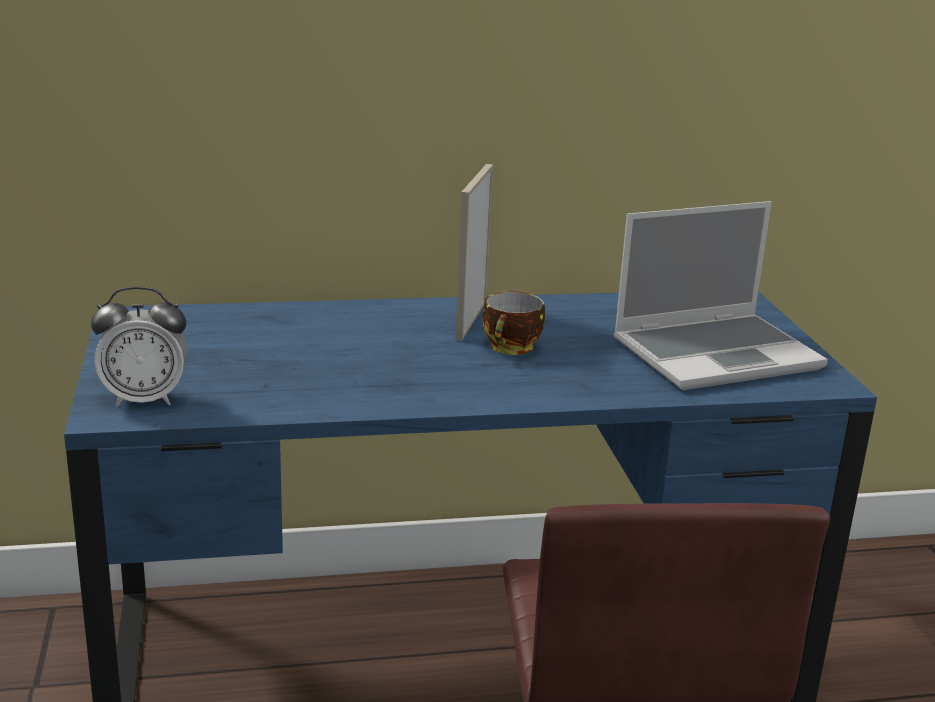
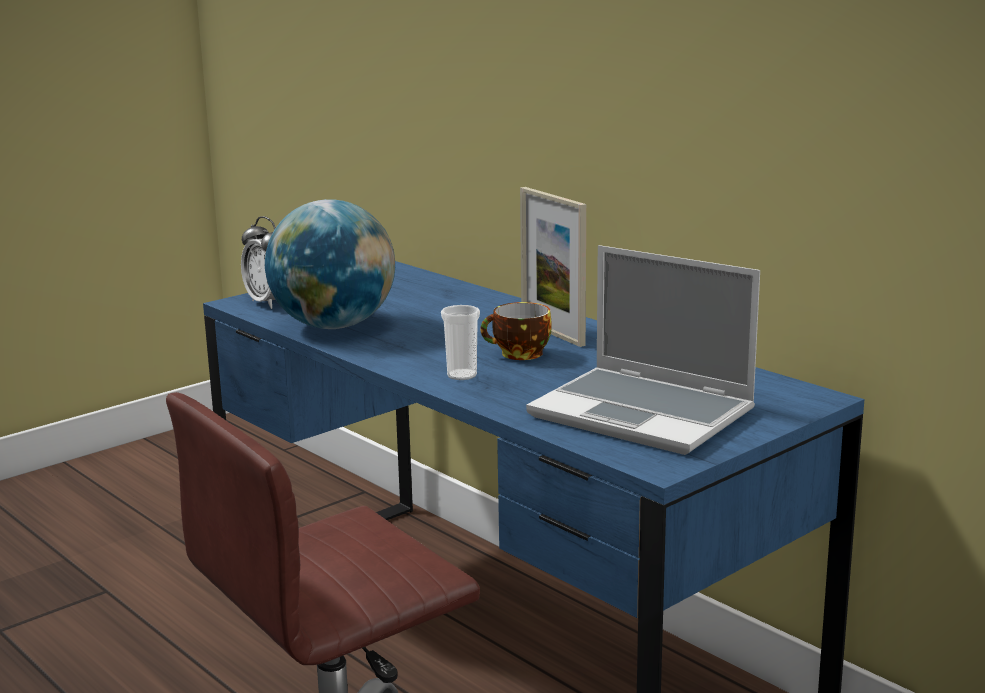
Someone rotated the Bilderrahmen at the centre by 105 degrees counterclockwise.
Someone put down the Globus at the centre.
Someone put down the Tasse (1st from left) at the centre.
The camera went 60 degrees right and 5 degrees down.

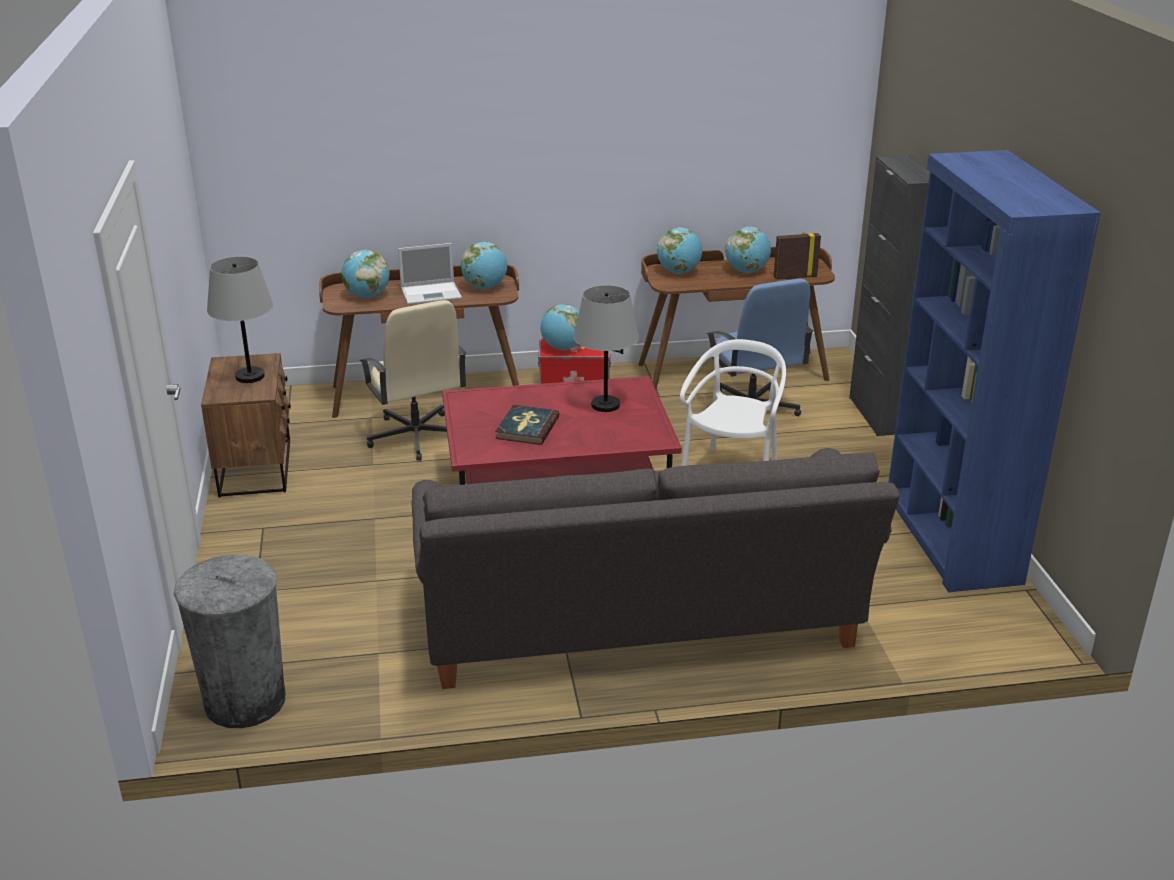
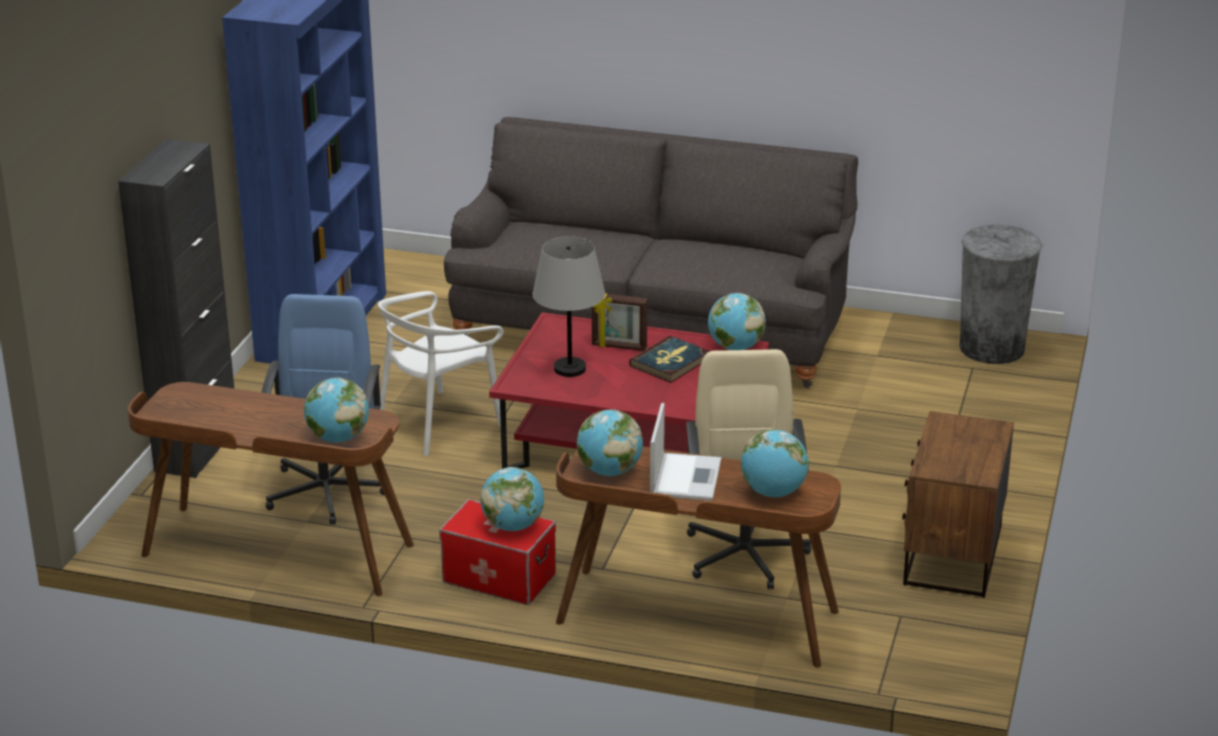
Someone took away the Tischlampe/grau (1st from left) at the middle left.
Someone rotated the Laptop at the top centre by 90 degrees clockwise.
Someone carried the Globus (5th from left in the first image) from the top centre to the centre.
Someone carried the Bilderrahmen from the top right to the centre.
The camera went 155 degrees left and 0 degrees up.

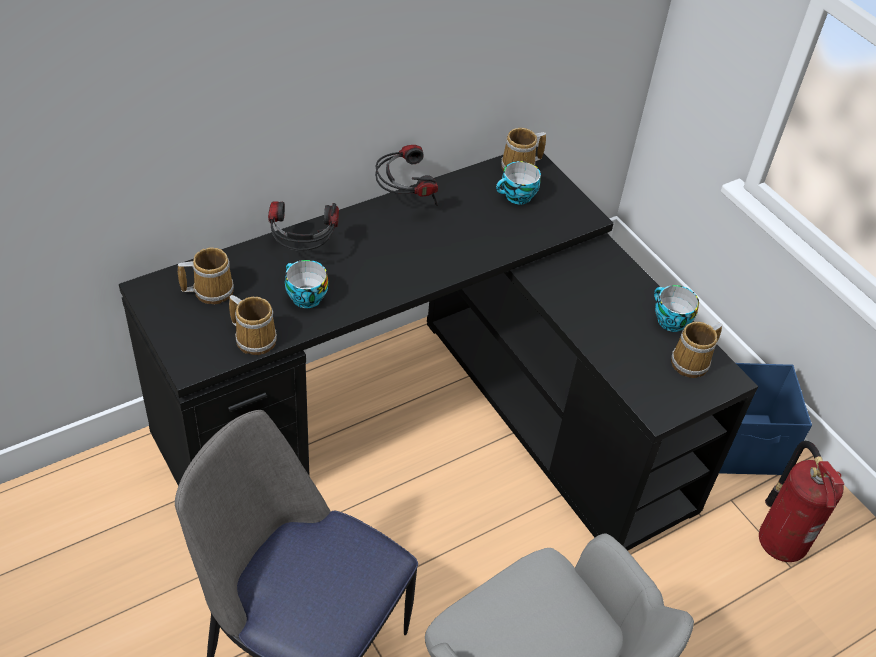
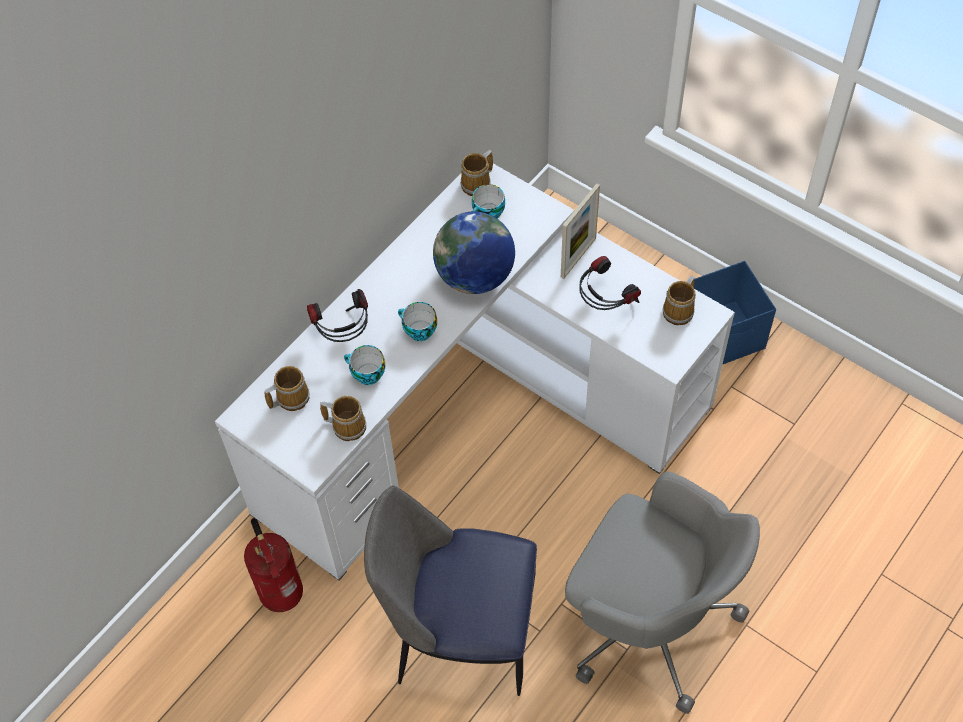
Someone repainted the Schreibtisch/schwarz at the centre, which became the Schreibtisch/weiß at the centre.
Someone carried the Kopfhörer (2nd from left) from the top centre to the centre.
Someone carried the Tasse (3rd from left in the first image) from the middle right to the centre.
Someone carried the Feuerlöscher from the bottom right to the bottom left.
Someone put down the Globus at the centre.
Someone put down the Bilderrahmen at the top centre.
The camera went 15 degrees left and 10 degrees up.

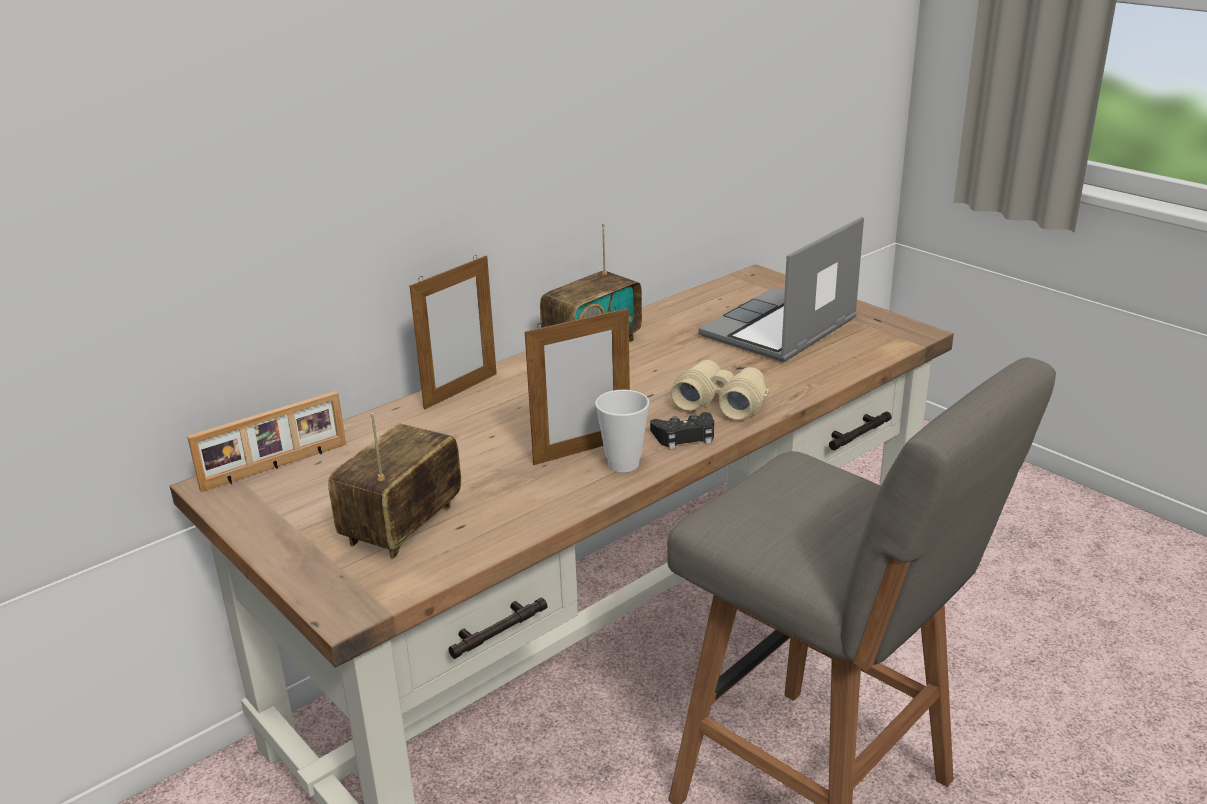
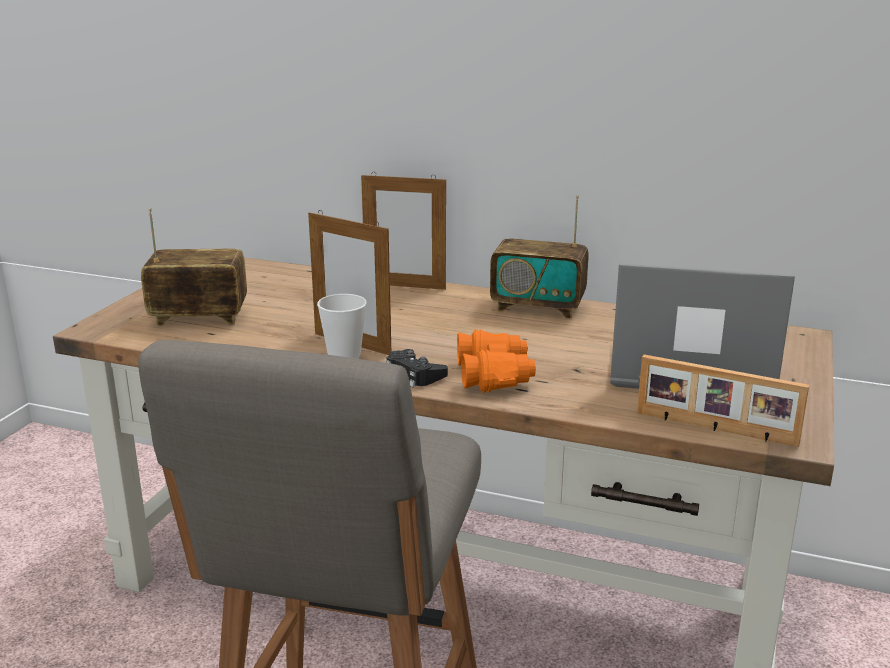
Someone carried the Bilderrahmen (1st from left in the first image) from the middle left to the middle right.
Someone repainted the Fernglas/beige at the centre, which became the Fernglas/orange at the centre.
The camera went 60 degrees right and 5 degrees down.

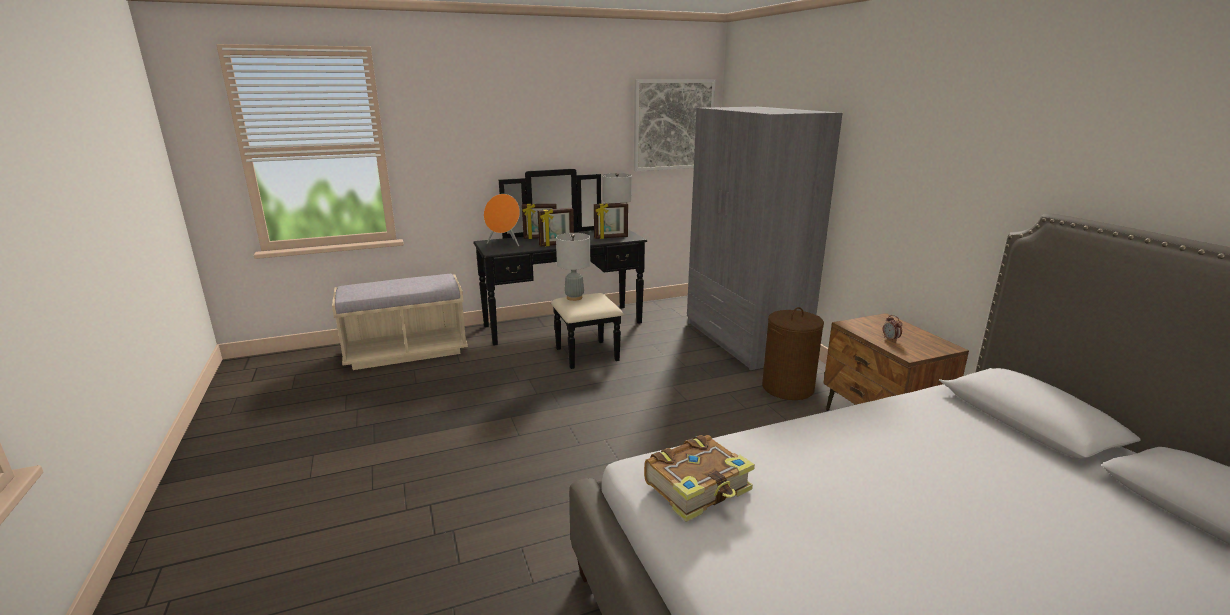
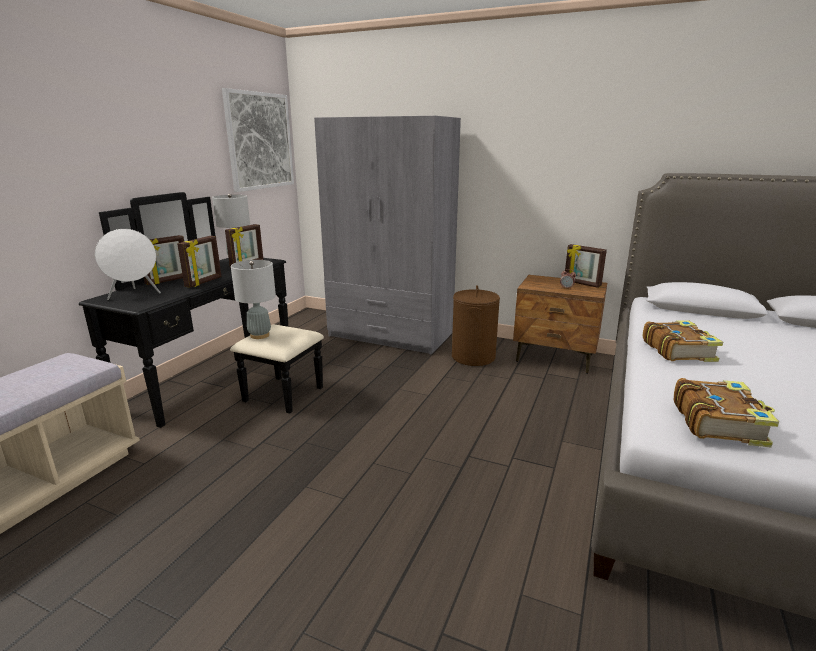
Someone repainted the Lautsprecher/orange at the centre, which became the Lautsprecher/weiß at the middle left.
Someone put down the Bilderrahmen (4th from left) at the middle right.
Someone put down the Buch (1st from left) at the middle right.
The camera went 45 degrees left and 0 degrees up.

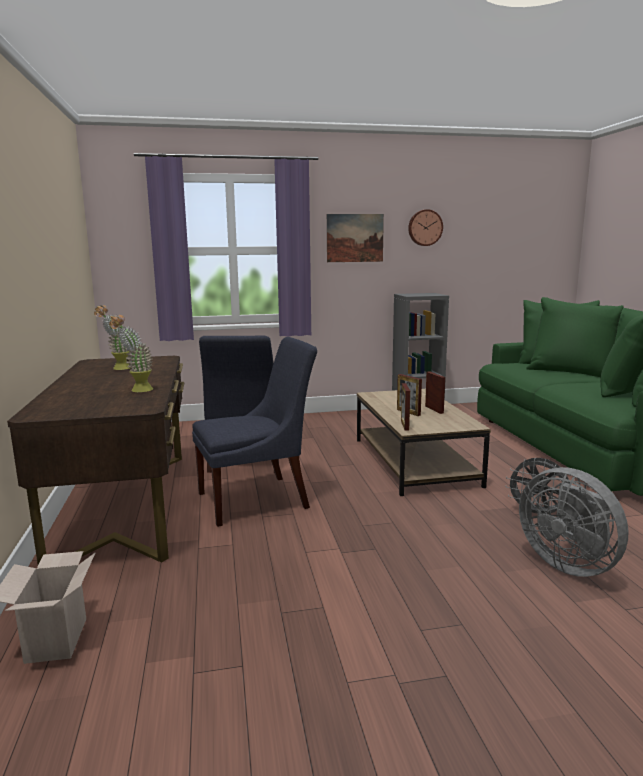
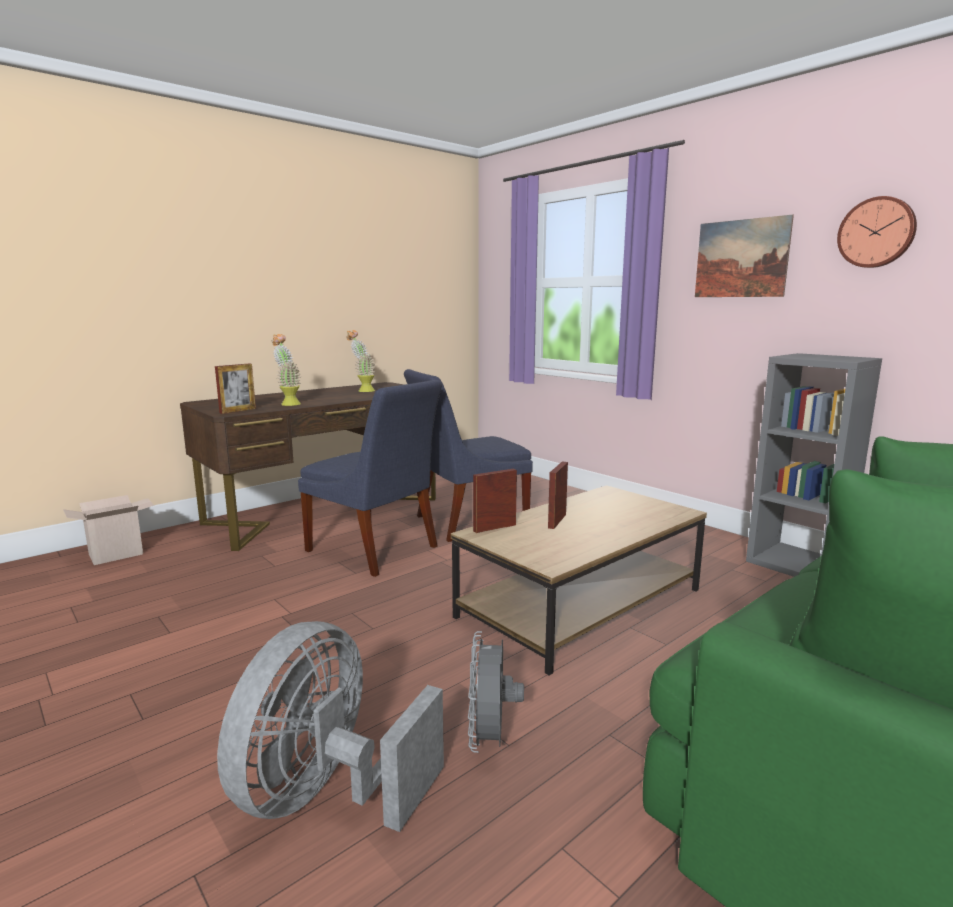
Someone carried the Bilderrahmen (3rd from left in the first image) from the middle right to the middle left.
The camera went 60 degrees right and 0 degrees up.

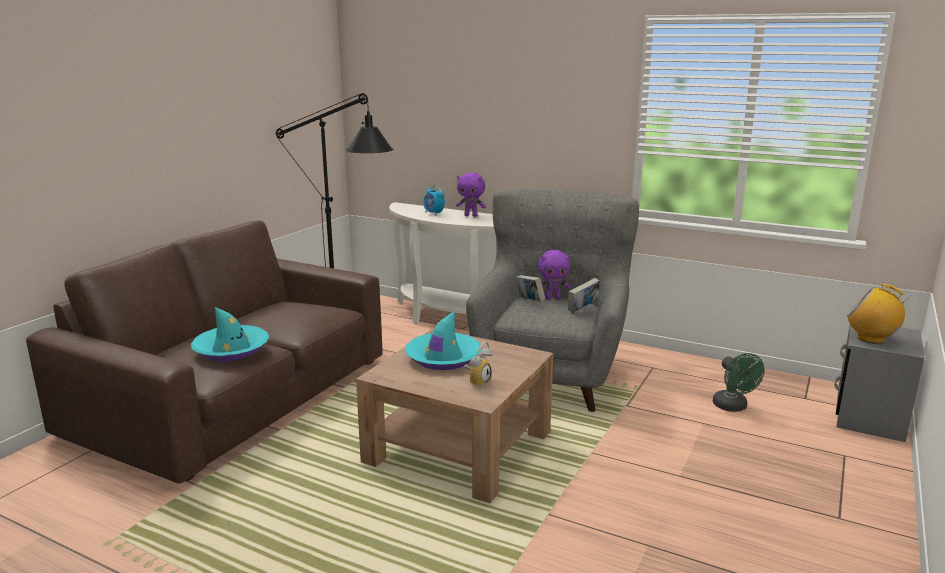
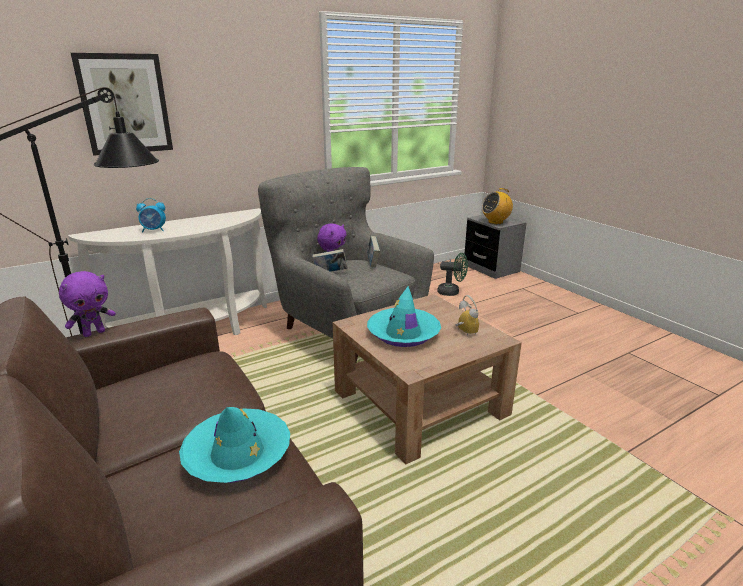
Someone carried the Plüschtier/lila (1st from left) from the centre to the middle left.
Someone put up the Bild at the top left.
The camera went 60 degrees left and 5 degrees up.

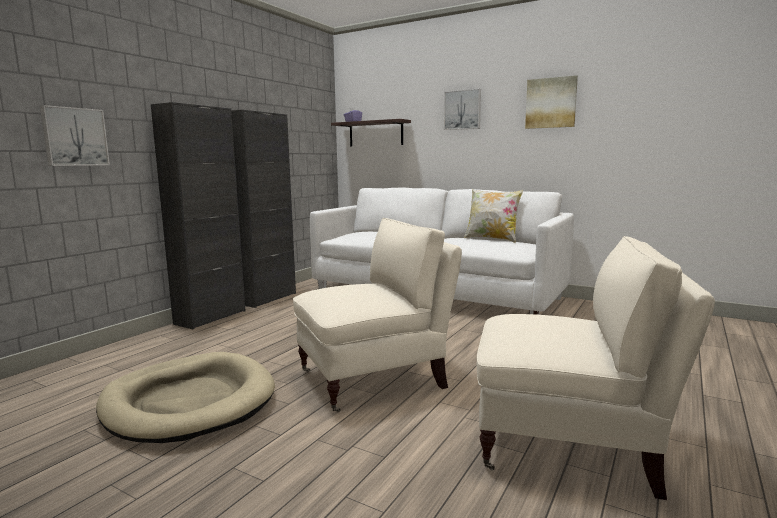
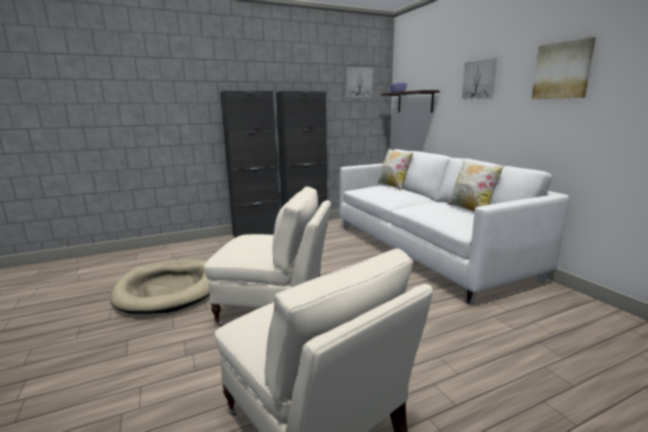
Someone carried the Bild (1st from left) from the top left to the top centre.
Someone put down the Kissen (1st from left) at the centre.
The camera went 35 degrees right and 5 degrees up.

